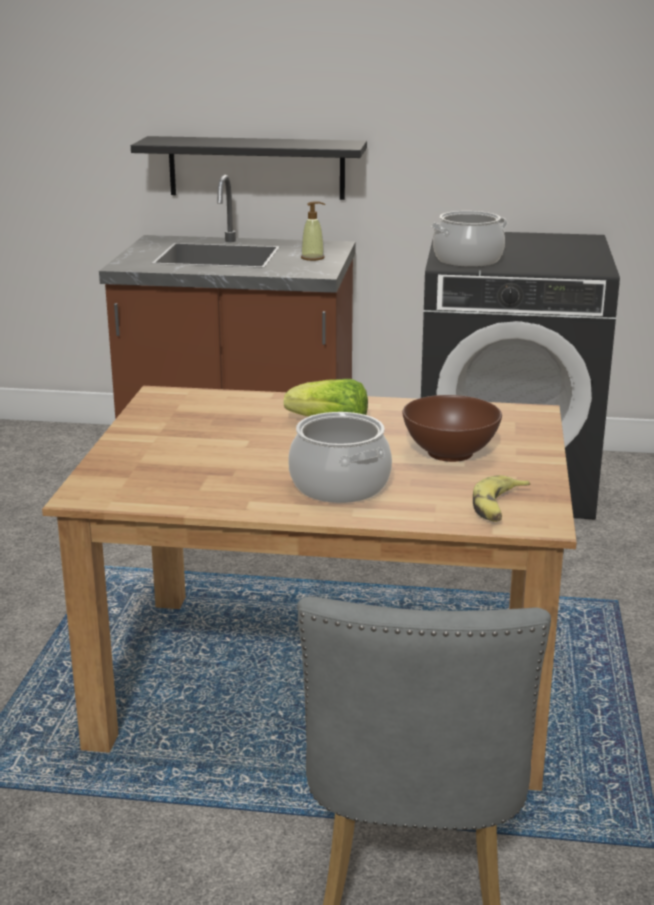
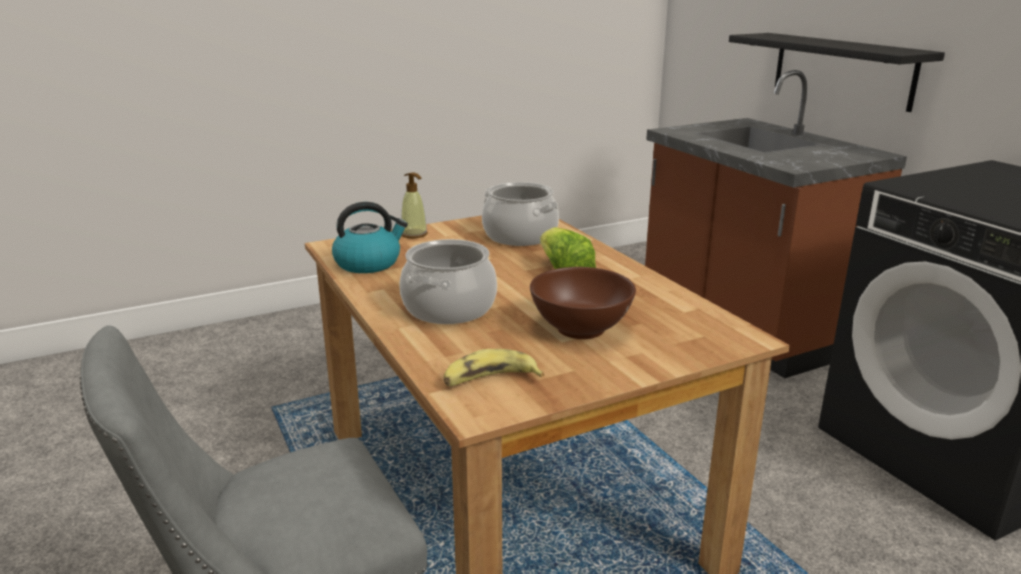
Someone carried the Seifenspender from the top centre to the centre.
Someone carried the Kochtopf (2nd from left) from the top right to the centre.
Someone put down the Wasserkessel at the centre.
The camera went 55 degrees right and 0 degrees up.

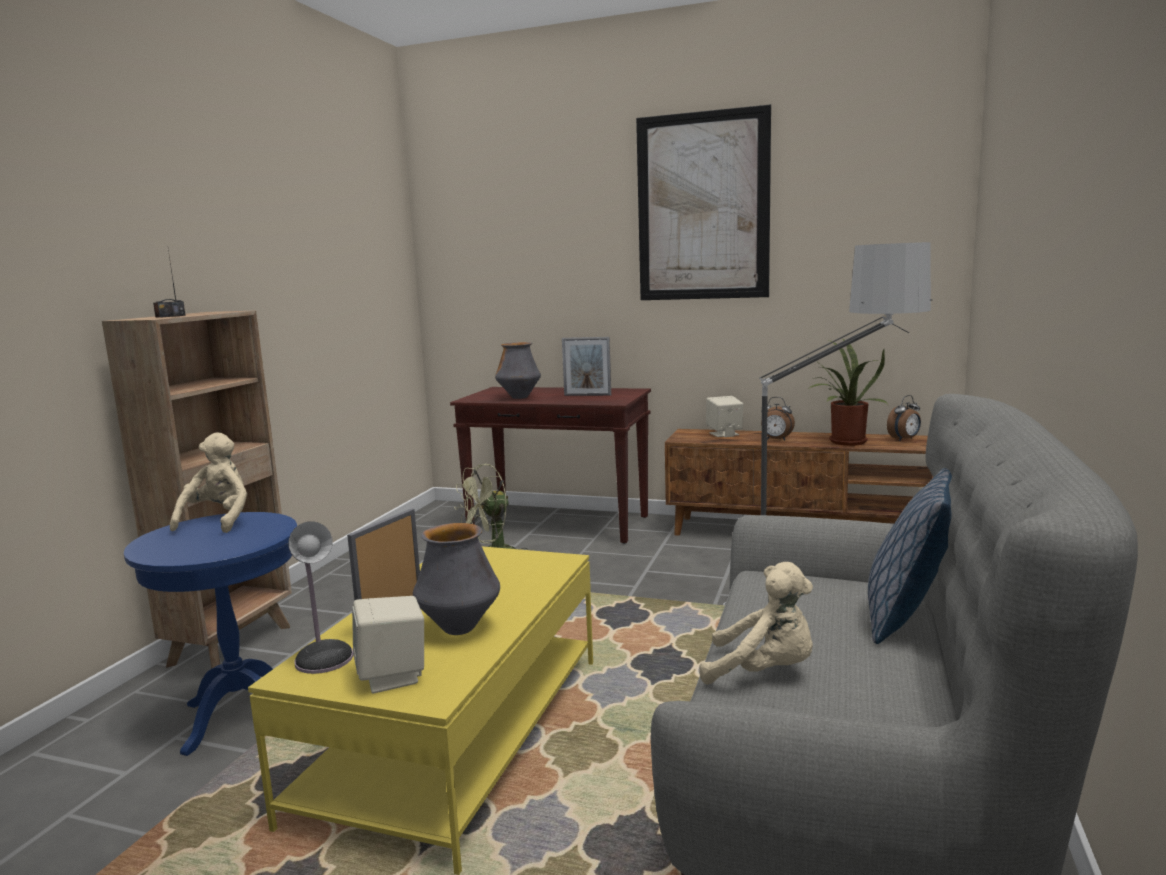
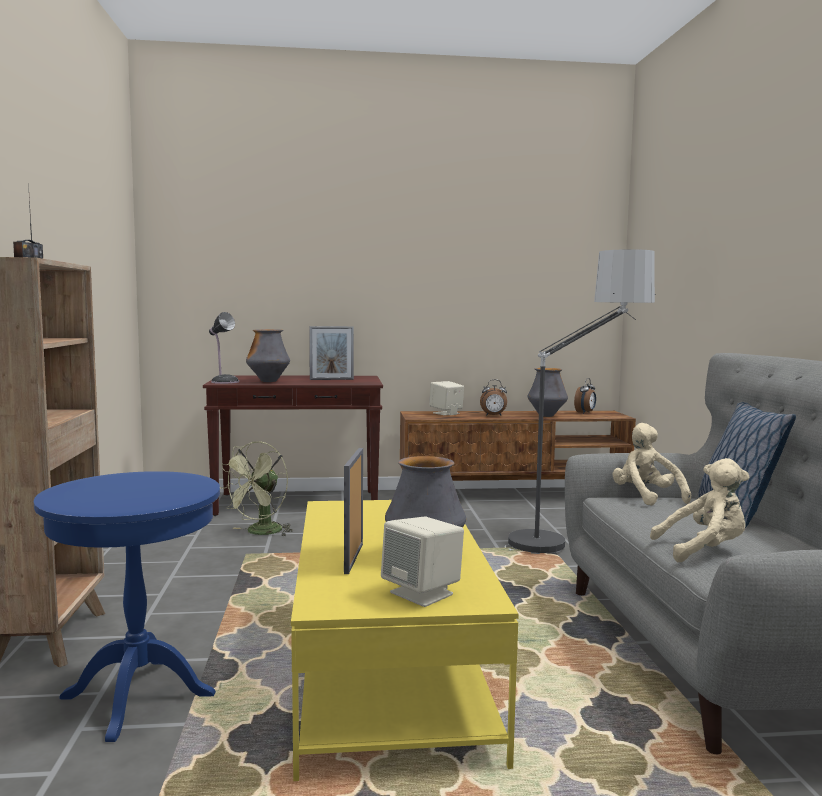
Someone carried the Plüschtier/beige (1st from left) from the middle left to the middle right.
Someone carried the Tischlampe from the bottom left to the middle left.
Someone took away the Bild at the top centre.
Someone swapped the Topfpflanze at the middle right for the Vase (3rd from left) at the centre.
The camera went 25 degrees left and 5 degrees down.

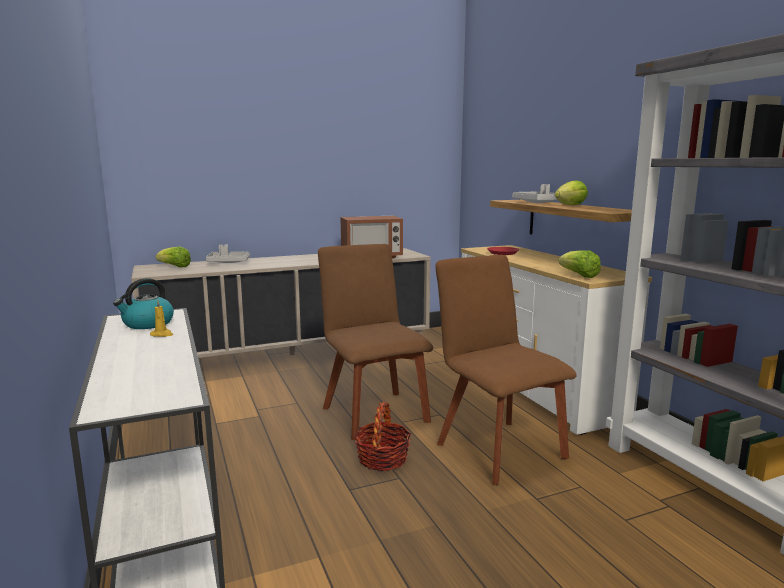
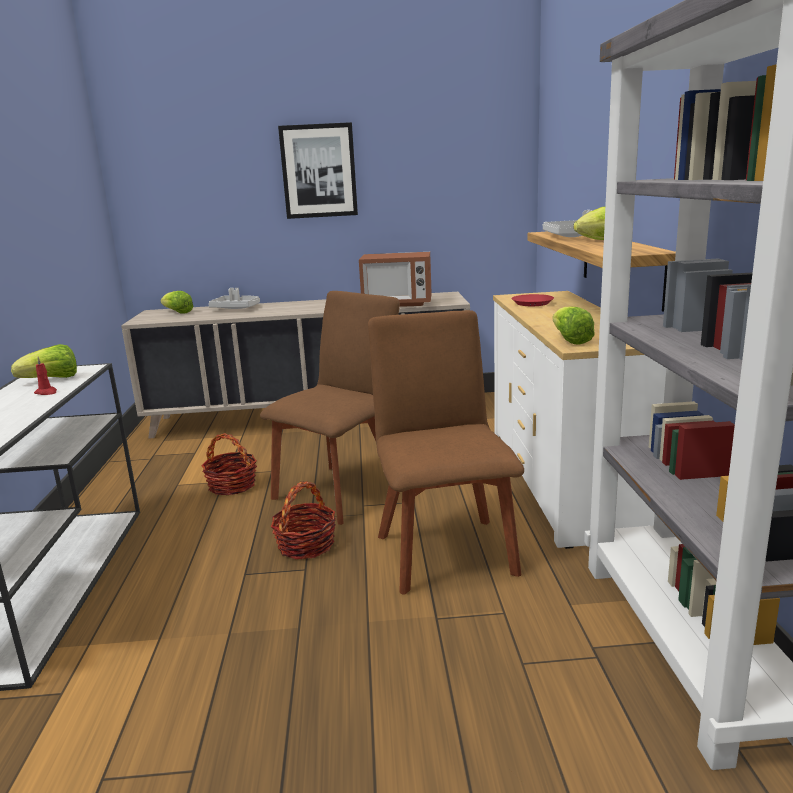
Someone swapped the Wasserkessel at the middle left for the Salatkopf (1st from left) at the middle left.
Someone repainted the Kerze/gelb at the middle left, which became the Kerze/rot at the middle left.
Someone rotated the Stuhl/braun (1st from left) at the centre by 45 degrees clockwise.
Someone put down the Korb (1st from left) at the middle left.
Someone put up the Bild at the top centre.
The camera went 20 degrees right and 5 degrees up.

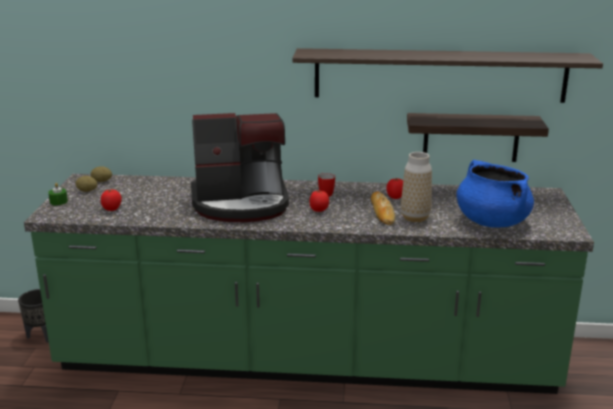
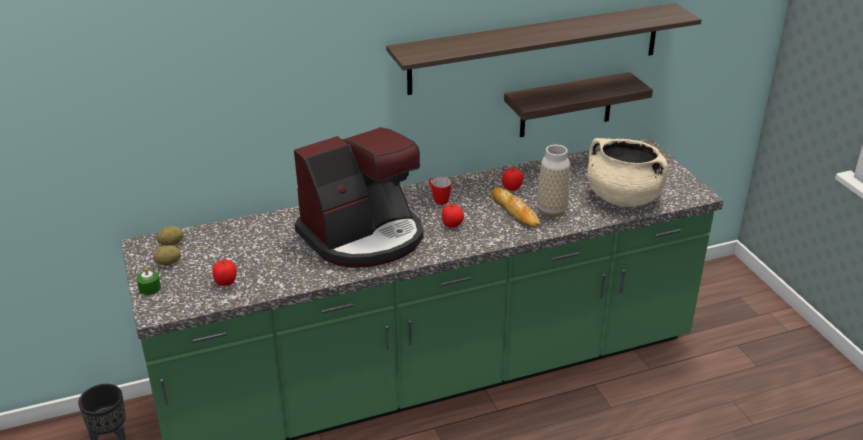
Someone repainted the Kochtopf/blau at the middle right, which became the Kochtopf/beige at the middle right.
The camera went 25 degrees left and 10 degrees up.

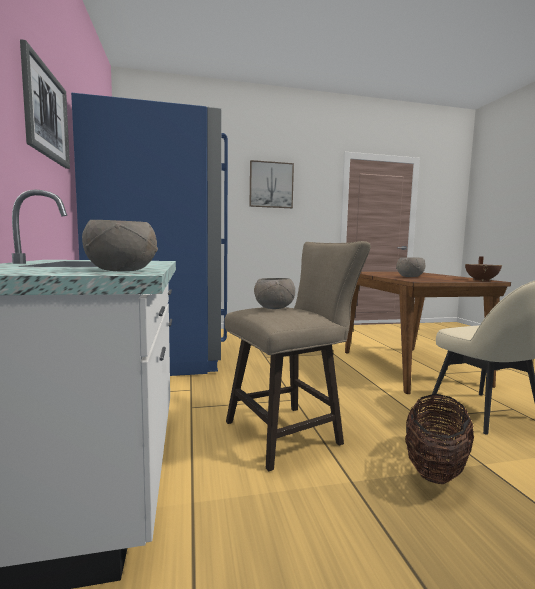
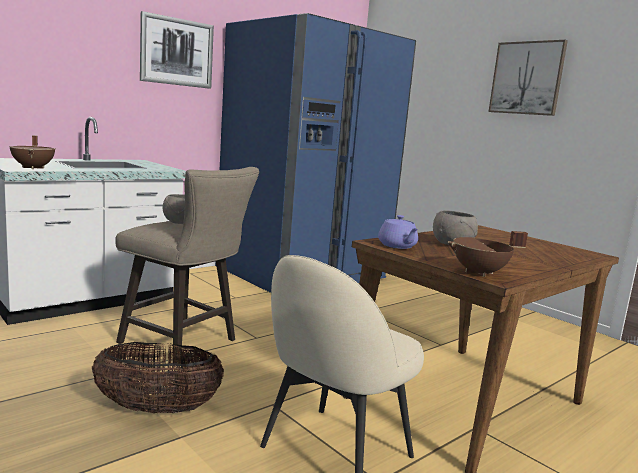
Someone swapped the Schüssel/grau (1st from left) at the middle left for the Kochtopf/braun (1st from left) at the top left.
Someone put down the Teekanne/lila at the centre.
The camera went 60 degrees right and 5 degrees up.

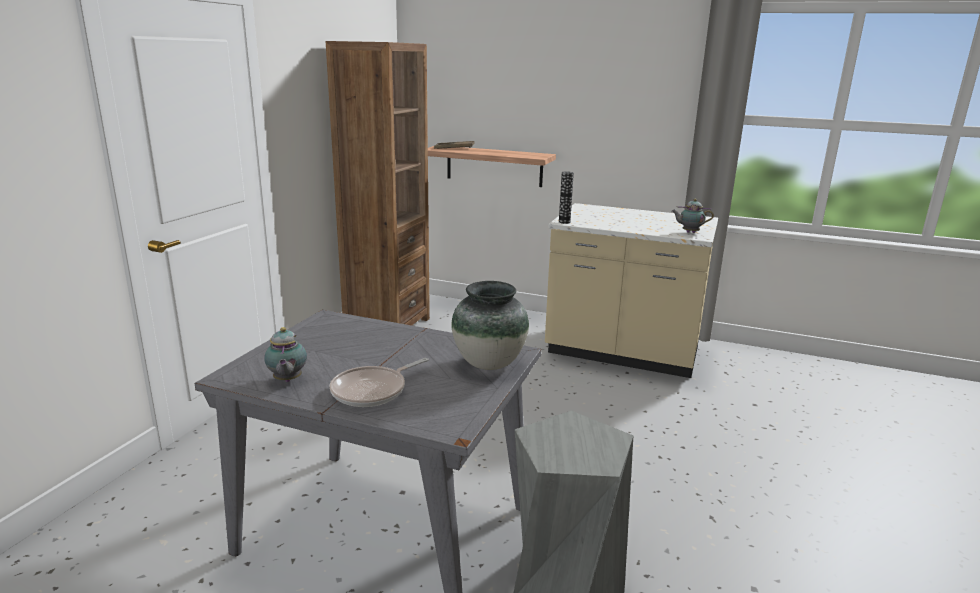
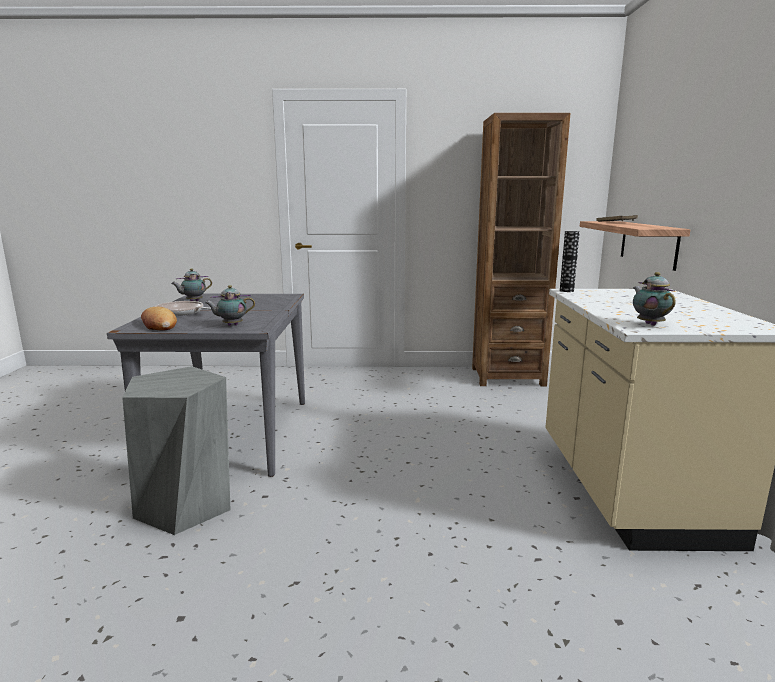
Someone swapped the Vase (1st from left) at the centre for the Teekanne (2nd from left) at the middle left.
Someone put down the Brot at the middle left.
The camera went 70 degrees right and 5 degrees down.

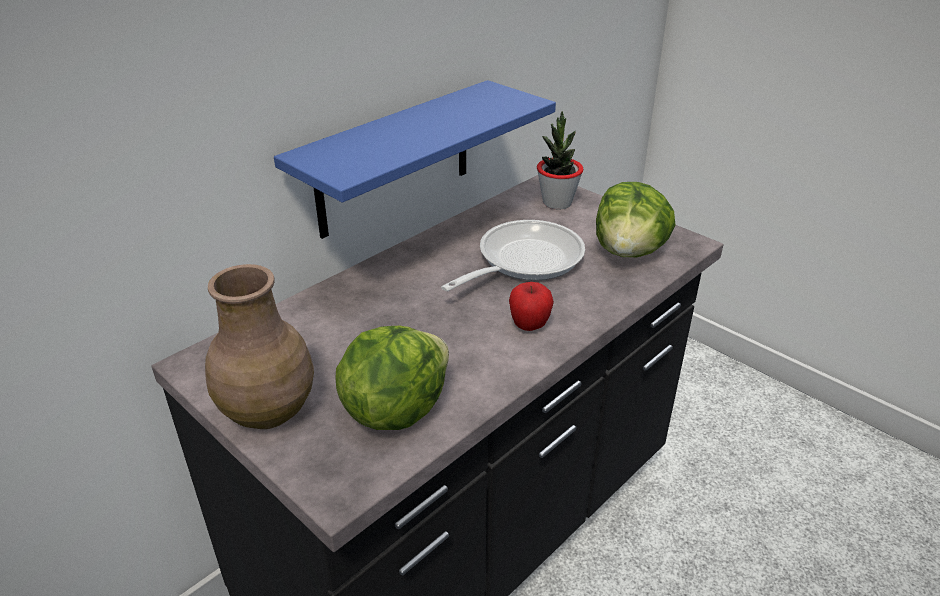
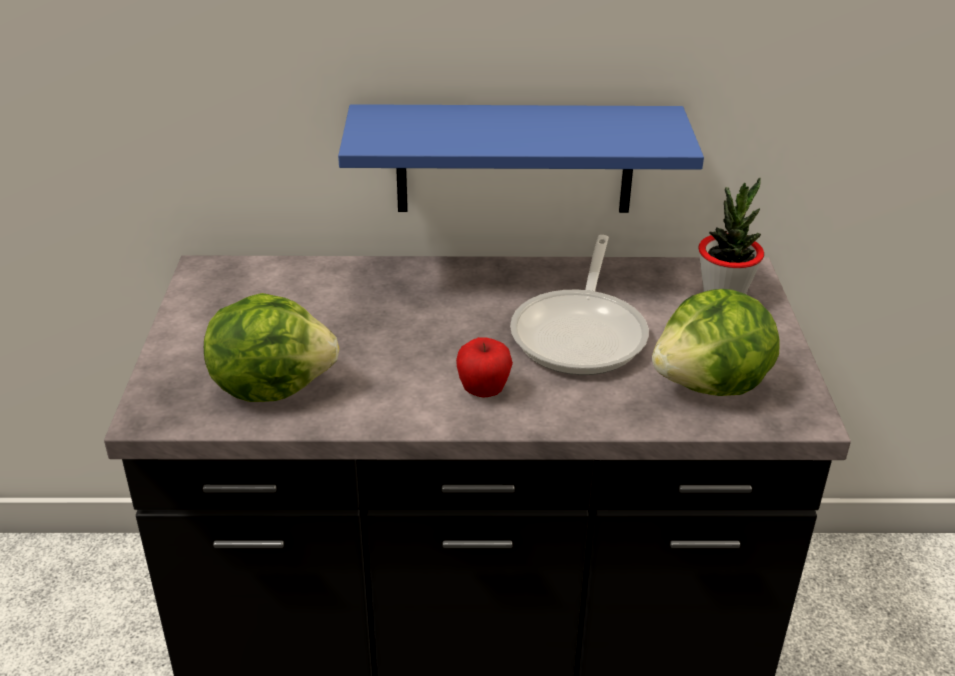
Someone took away the Vase/braun at the middle left.
Someone rotated the Pfanne at the centre by 105 degrees clockwise.
The camera went 45 degrees right and 0 degrees up.

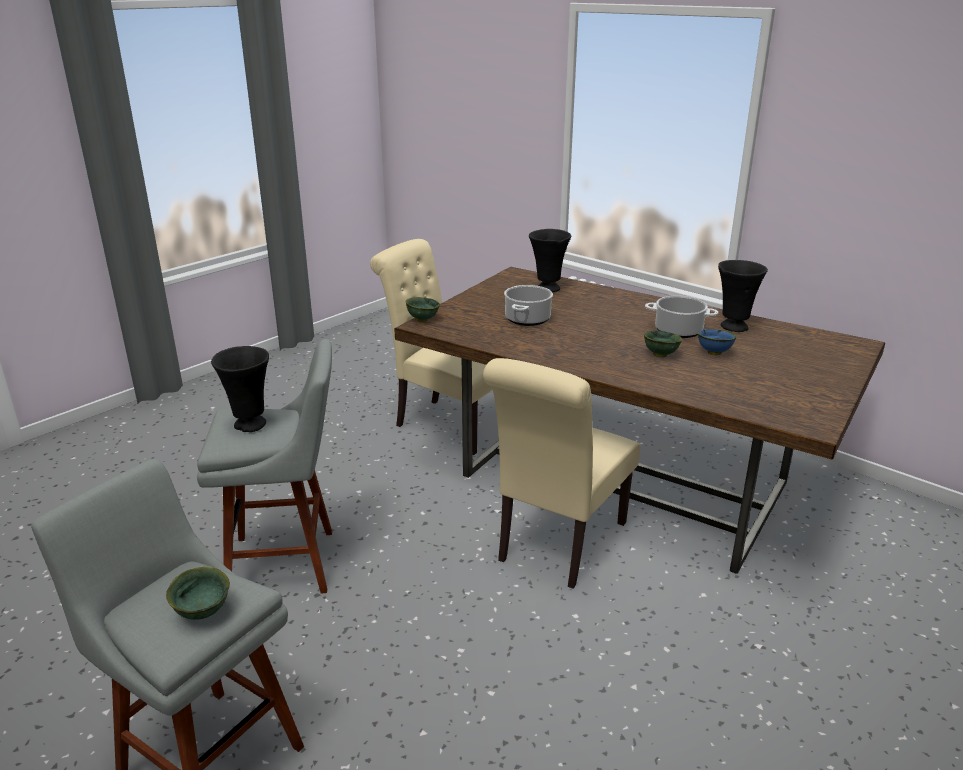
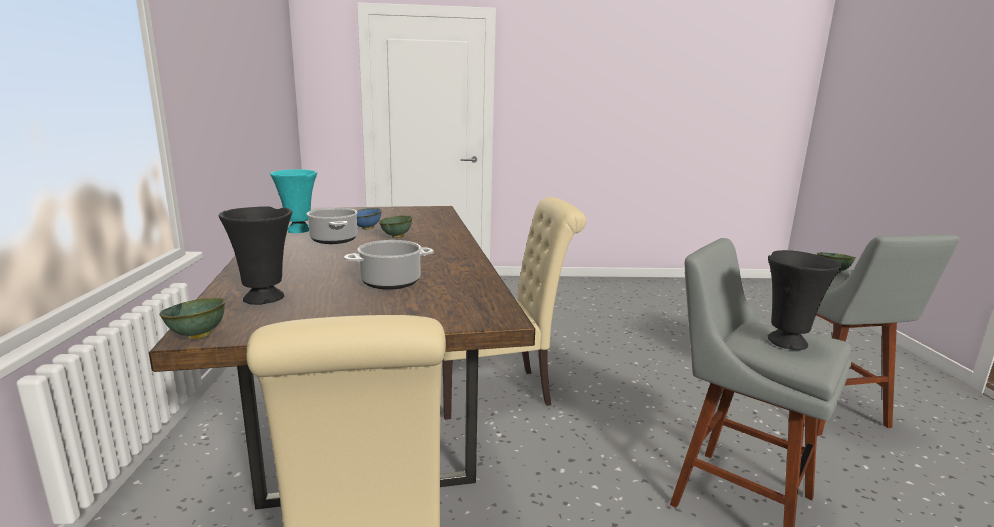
Someone carried the Schüssel/grün (2nd from left in the first image) from the centre to the middle left.
Someone repainted the Vase/schwarz (3rd from left) at the middle right, which became the Vase/türkis at the middle left.
The camera went 135 degrees left and 10 degrees down.

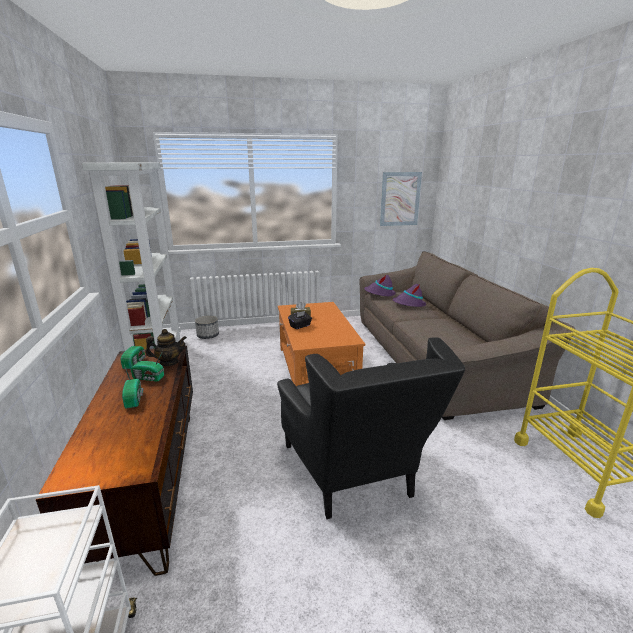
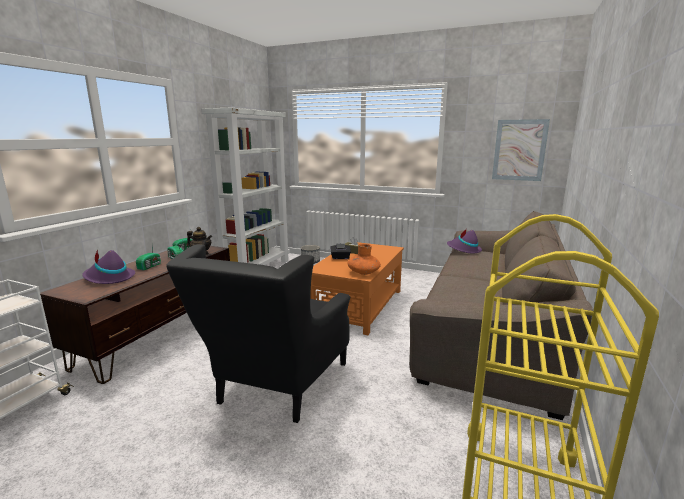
Someone carried the Hut/lila (2nd from left in the first image) from the centre to the middle left.
Someone put down the Vase/orange at the centre.
The camera went 35 degrees right and 5 degrees down.

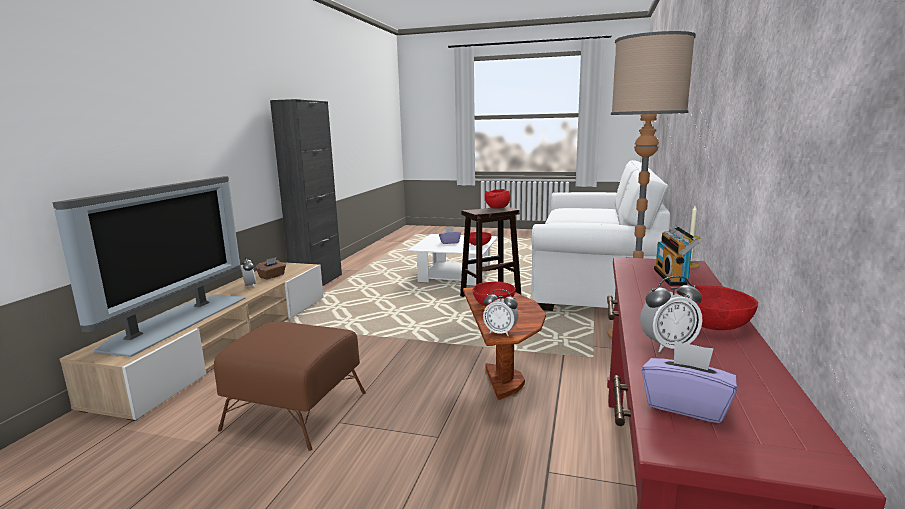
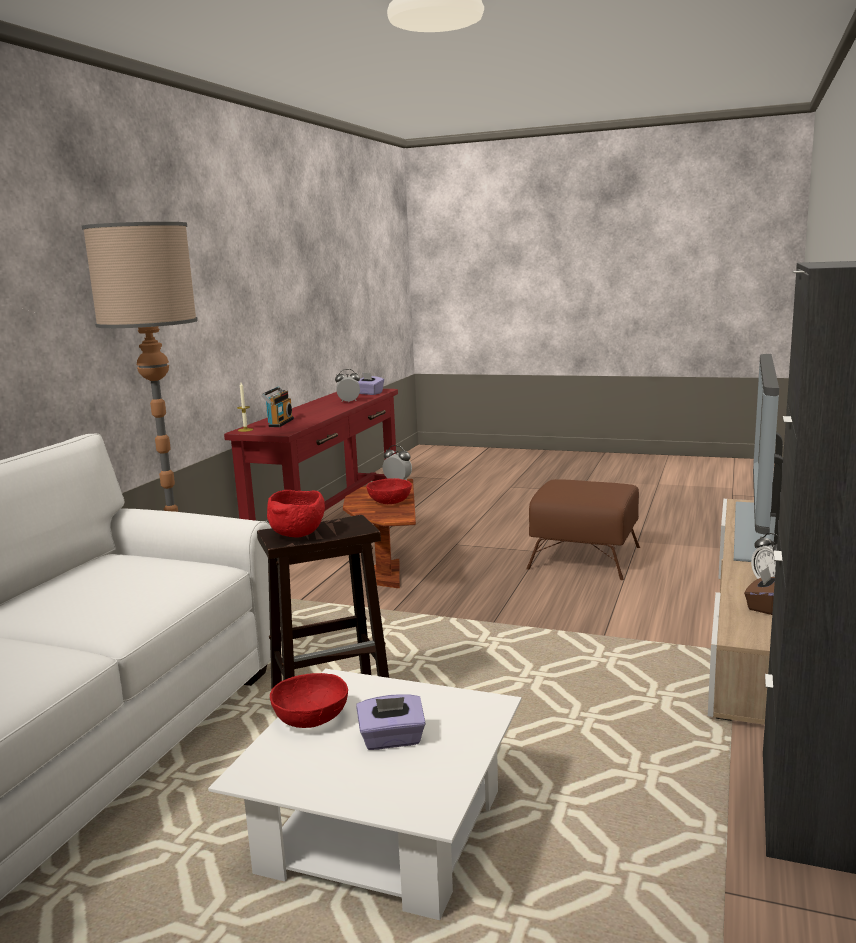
Someone took away the Schüssel/rot (4th from left) at the middle right.
The camera went 175 degrees left and 0 degrees up.

